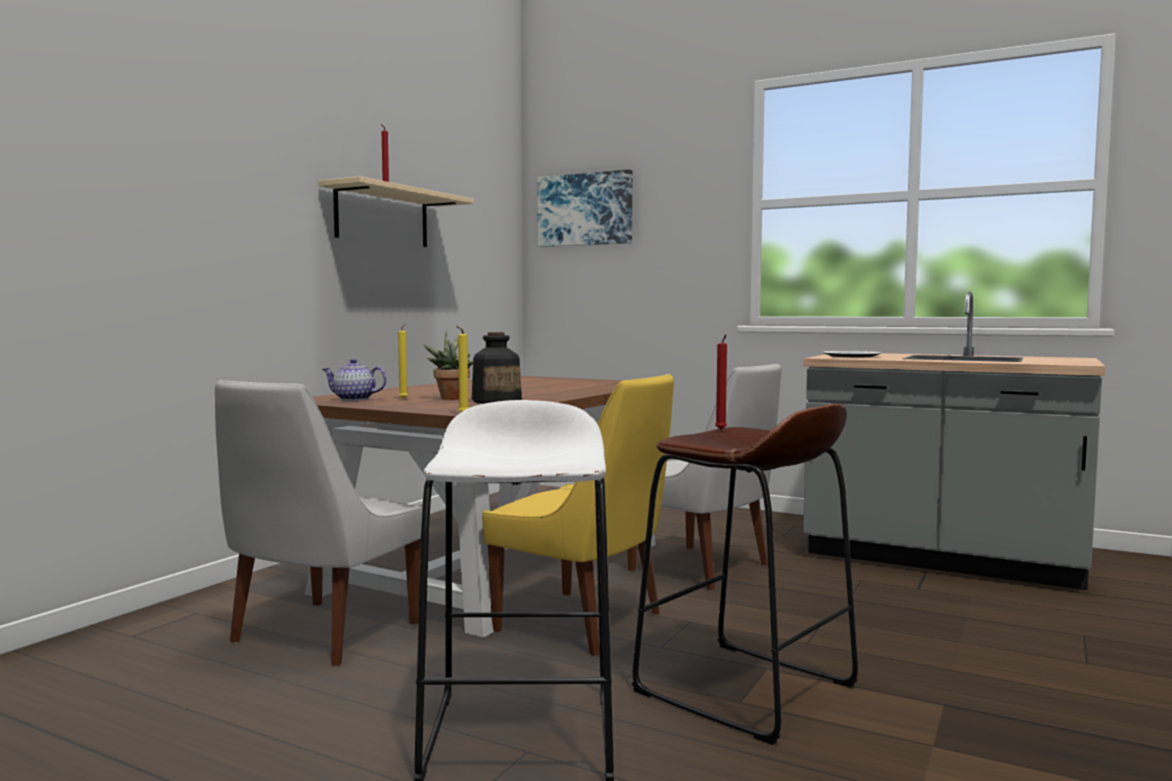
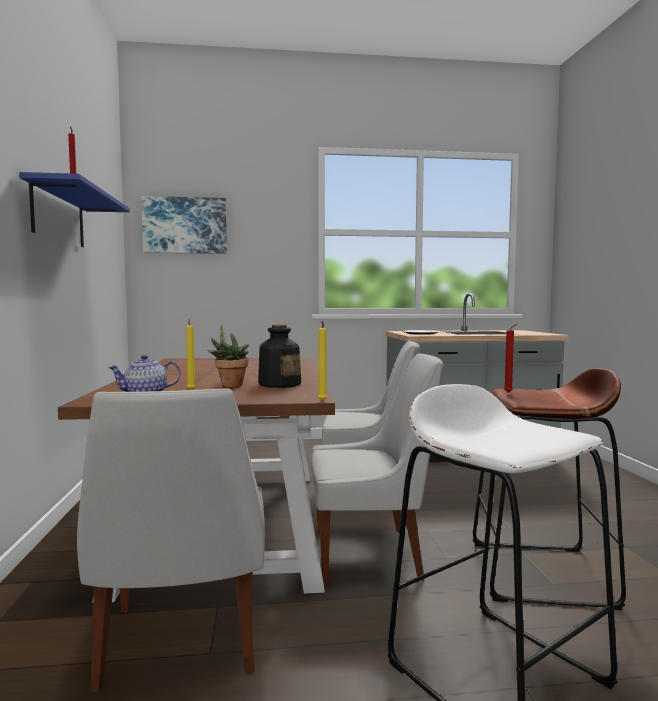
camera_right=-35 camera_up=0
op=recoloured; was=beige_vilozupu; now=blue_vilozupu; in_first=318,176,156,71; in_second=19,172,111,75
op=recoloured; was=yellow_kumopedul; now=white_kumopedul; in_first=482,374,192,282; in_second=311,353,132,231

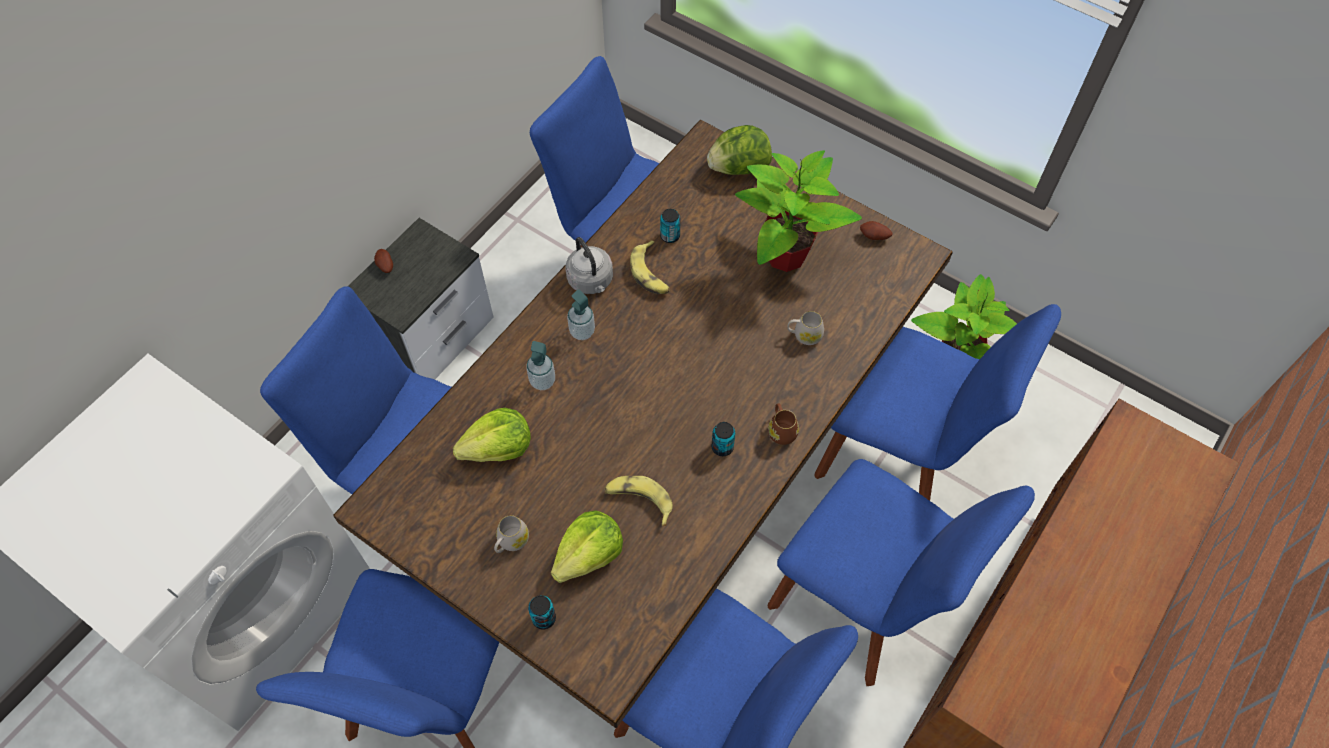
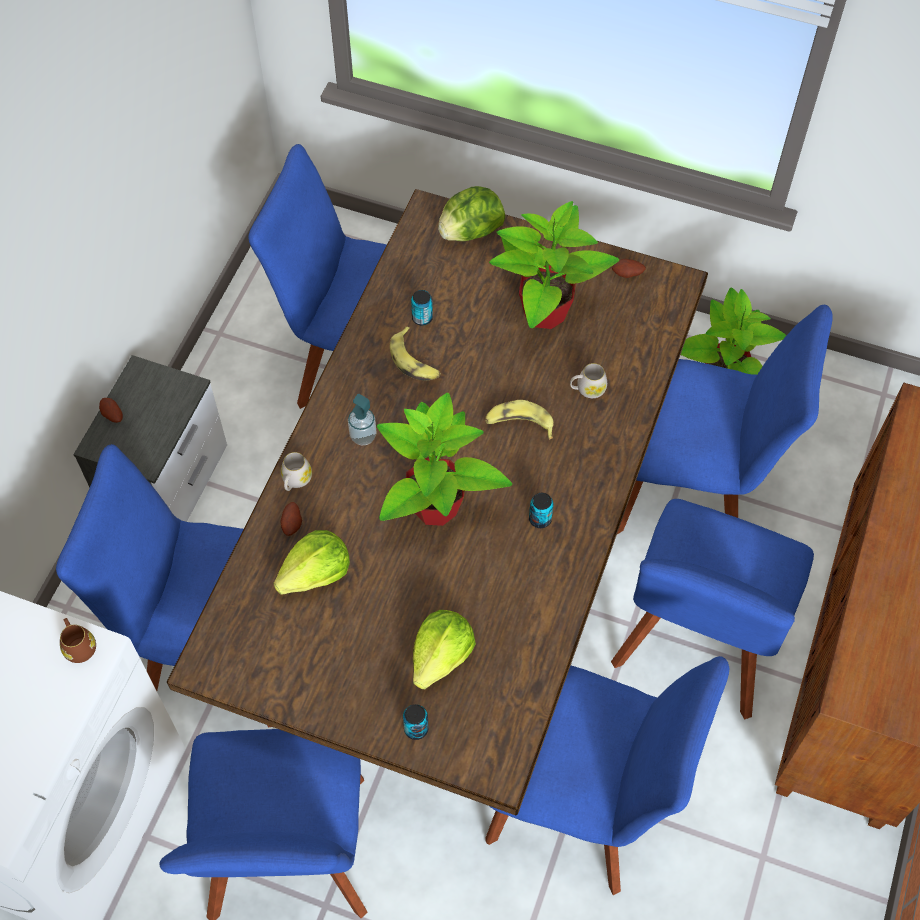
camera_right=-15 camera_up=0
op=moved; was=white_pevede; in_first=494,515,35,38; in_second=281,452,31,39
op=removed; was=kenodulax; in_first=526,341,29,49
op=removed; was=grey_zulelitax; in_first=566,237,47,57
op=moved; was=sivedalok; in_first=605,476,68,50; in_second=485,400,69,39
op=turned; was=blue_kumopedul; in_first=767,459,268,227; in_second=611,499,203,220; clockwise=90
op=moved; was=brown_pevede; in_first=768,403,31,42; in_second=60,618,36,45
op=added; now=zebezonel; in_second=281,502,21,34
op=added; now=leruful; in_second=377,393,135,133

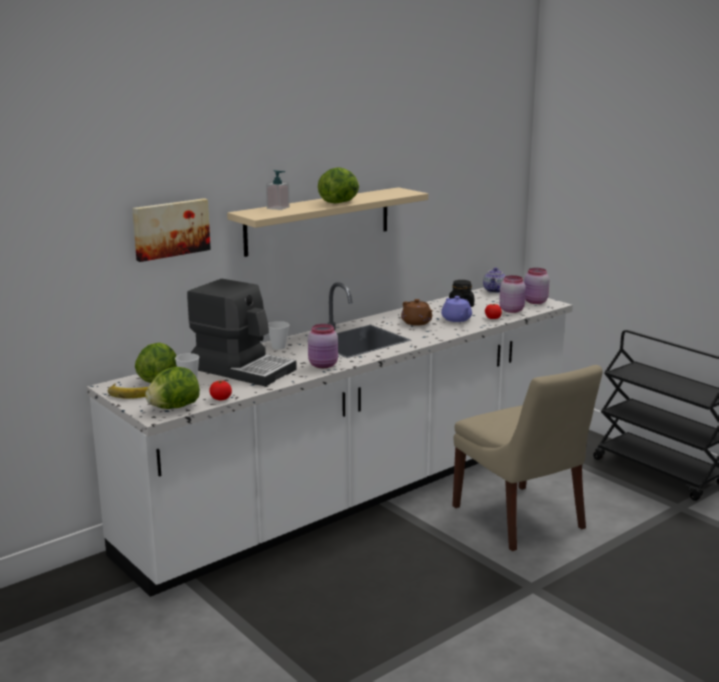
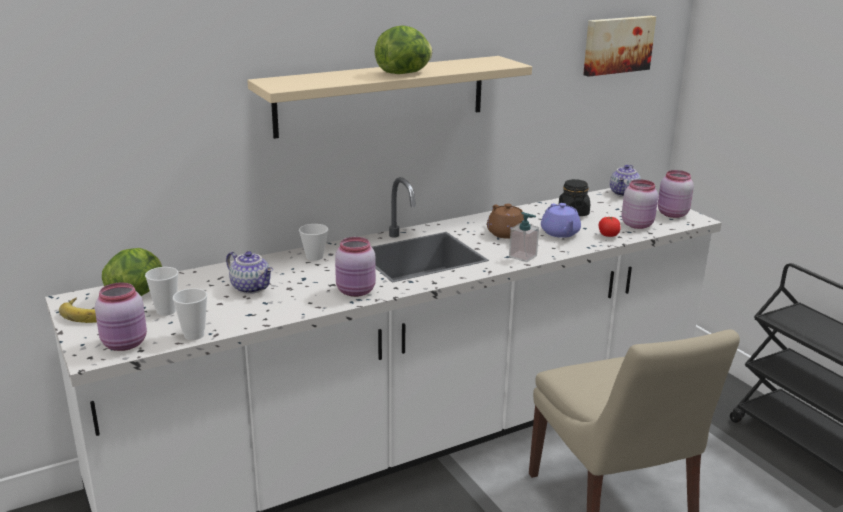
camera_right=10 camera_up=5
op=moved; was=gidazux; in_first=132,198,79,64; in_second=583,16,73,61
op=replaced; was=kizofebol; now=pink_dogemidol; in_first=145,367,55,42; in_second=95,283,52,68
op=replaced; was=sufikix; now=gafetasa; in_first=187,279,110,108; in_second=226,251,47,43
op=replaced; was=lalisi; now=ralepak; in_first=209,381,23,19; in_second=173,288,34,52
op=moved; was=kenodulax; in_first=266,170,24,40; in_second=509,212,30,50

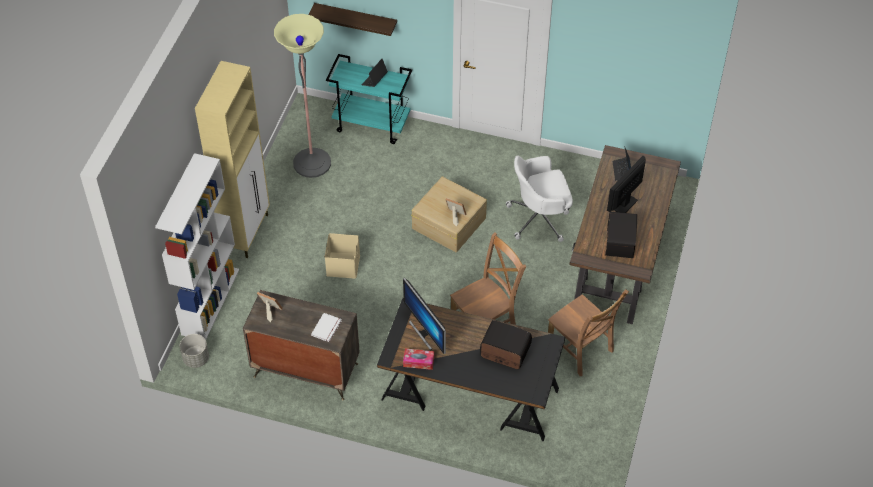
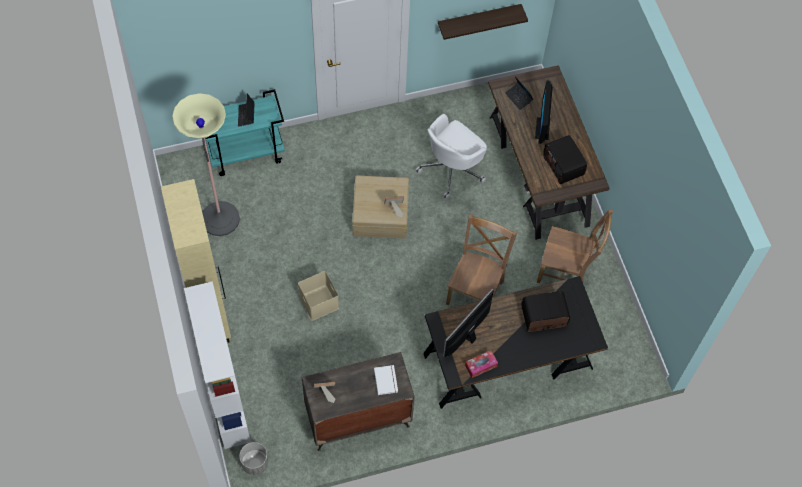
camera_right=-35 camera_up=10
op=moved; was=vilozupu; in_first=308,3,89,33; in_second=438,4,90,36
op=turned; was=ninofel; in_first=403,278,43,76; in_second=443,288,51,69; clockwise=105

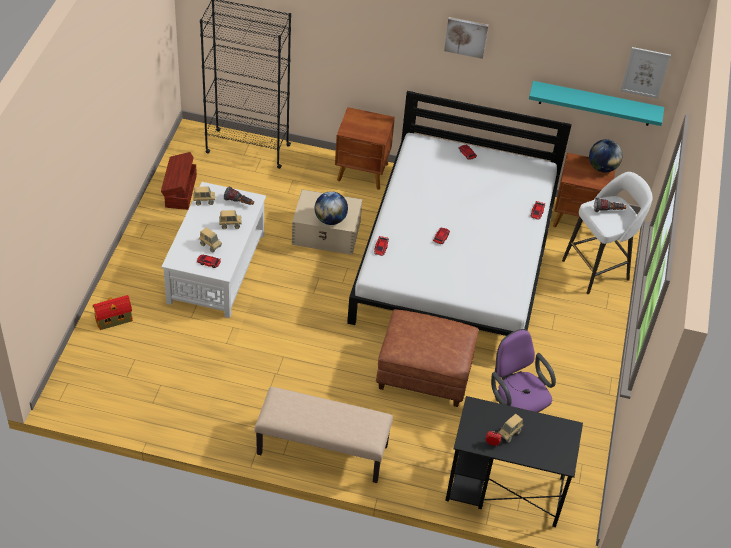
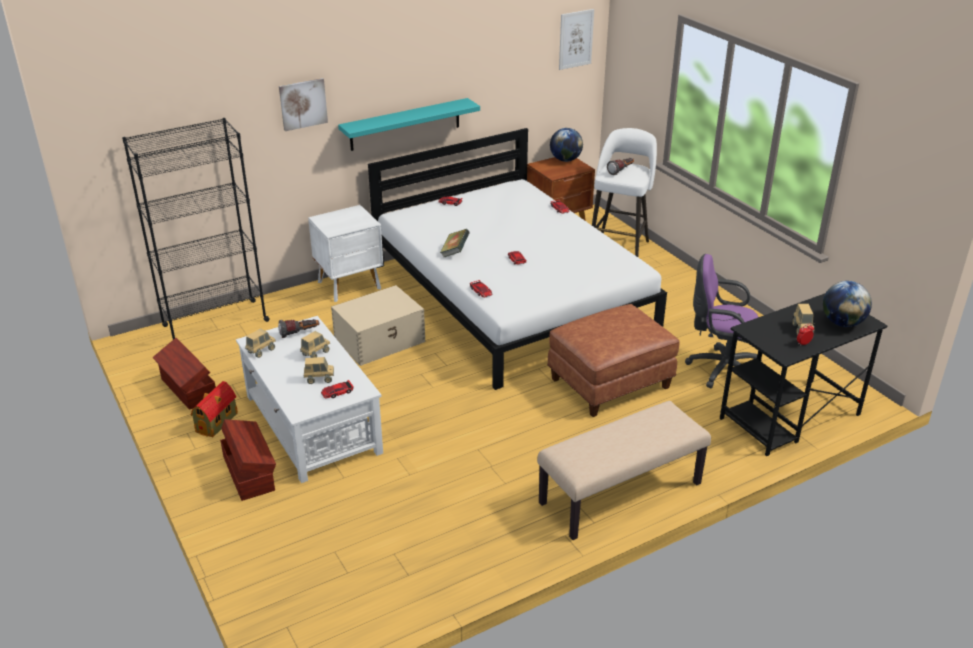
camera_right=-40 camera_up=-15
op=moved; was=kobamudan; in_first=93,295,40,35; in_second=191,381,47,56
op=moved; was=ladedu; in_first=314,191,34,34; in_second=823,281,49,46
op=recoloured; was=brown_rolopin; now=white_rolopin; in_first=335,107,60,83; in_second=308,205,76,97
op=moved; was=gidazux; in_first=444,17,45,42; in_second=279,78,49,53
op=moved; was=turquoise_vilozupu; in_first=529,81,135,45; in_second=338,98,142,53
op=added; now=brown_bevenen; in_second=220,419,56,82
op=added; now=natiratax; in_second=440,229,30,28

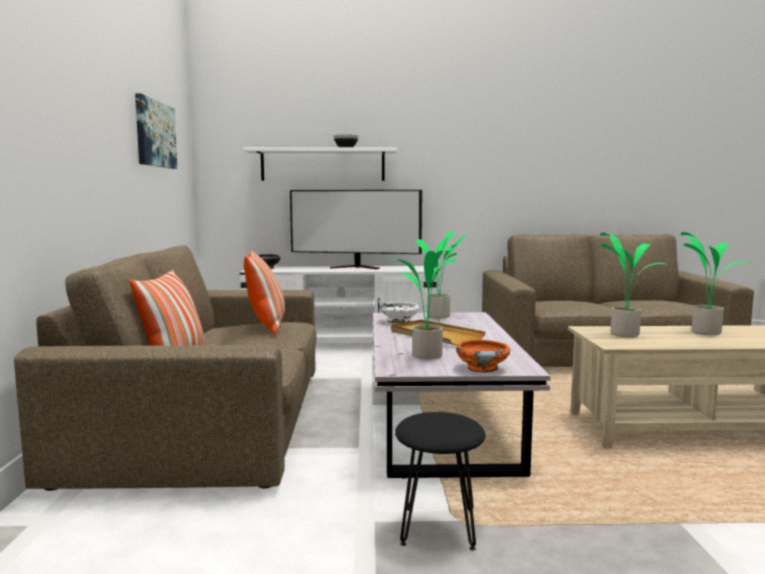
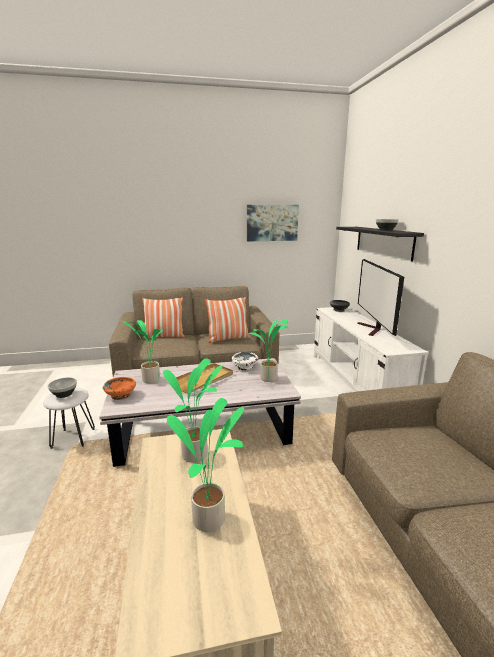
camera_right=80 camera_up=10
op=recoloured; was=white_vilozupu; now=black_vilozupu; in_first=243,147,154,34; in_second=336,227,88,35
op=recoloured; was=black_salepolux; now=white_salepolux; in_first=395,412,90,139; in_second=43,387,52,62
op=added; now=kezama; in_second=47,377,30,21

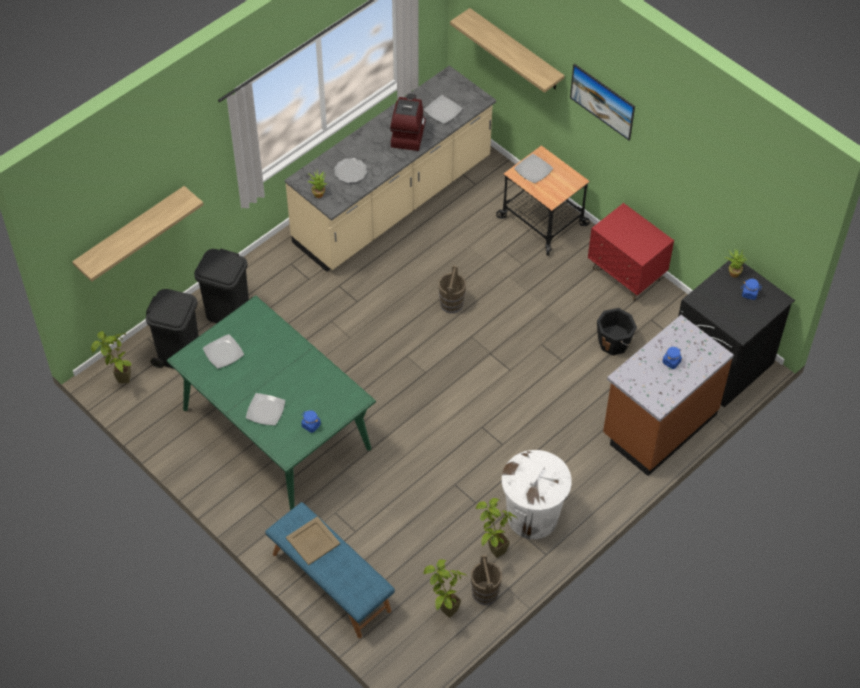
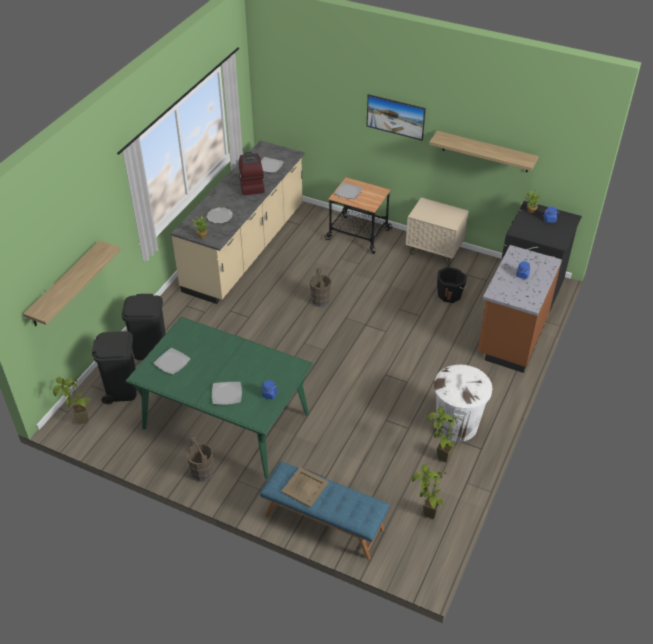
camera_right=-20 camera_up=-10
op=moved; was=vilozupu; in_first=450,8,115,85; in_second=429,131,110,41
op=moved; was=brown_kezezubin; in_first=471,555,31,50; in_second=186,437,28,45
op=recoloured; was=red_rolopin; now=beige_rolopin; in_first=588,203,86,98; in_second=406,198,63,68

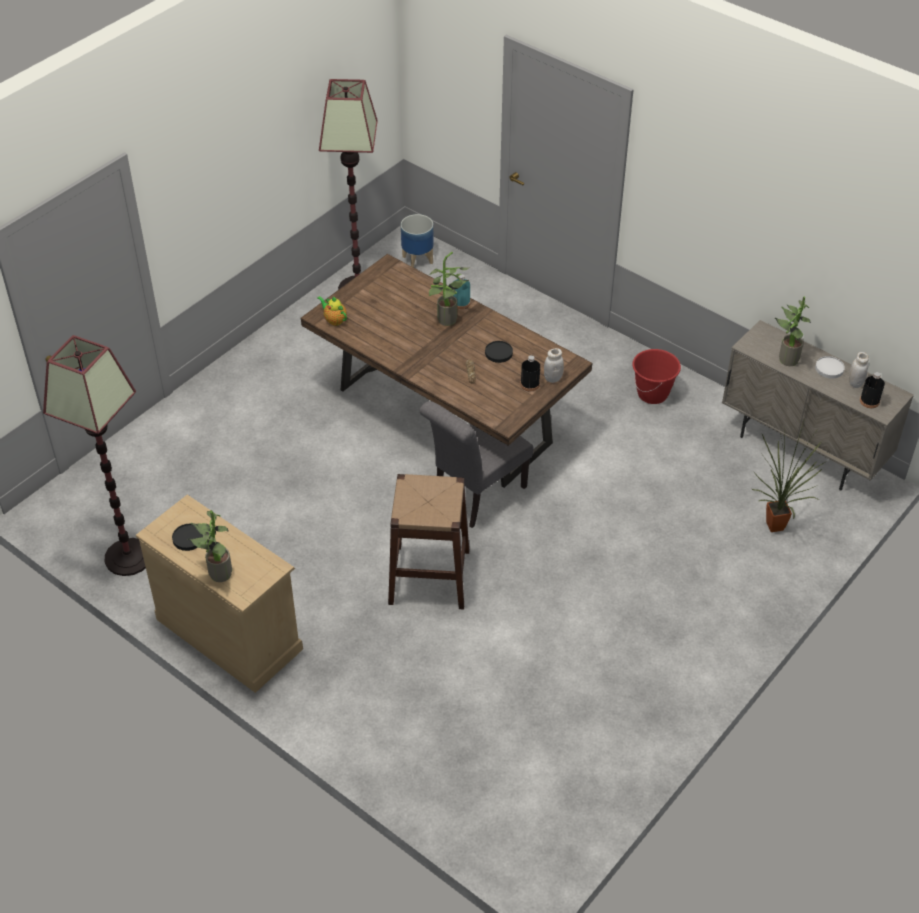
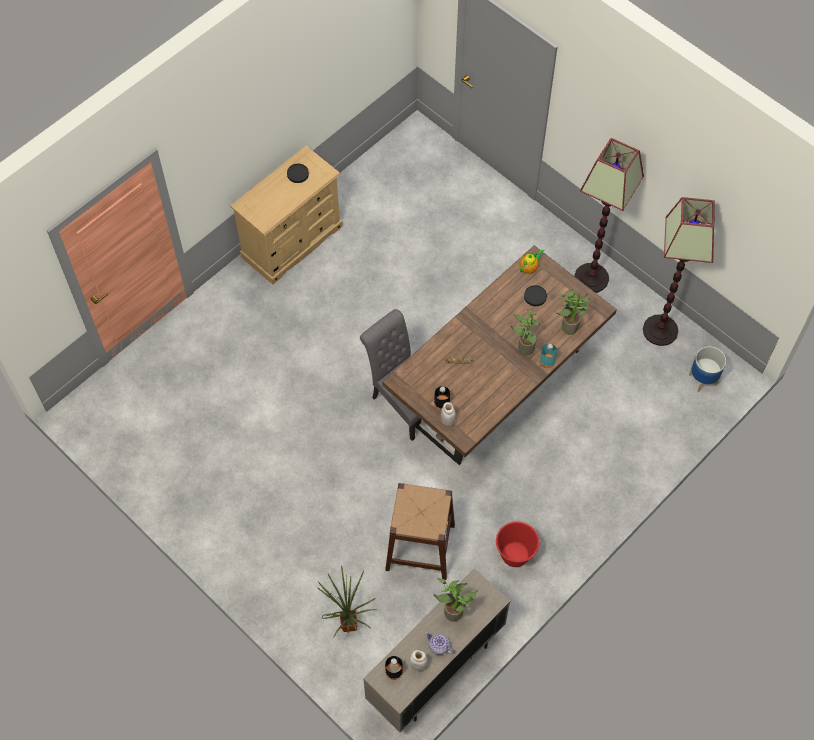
camera_right=95 camera_up=15
op=moved; was=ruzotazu; in_first=43,335,103,241; in_second=574,138,70,155
op=moved; was=leruful; in_first=188,510,44,72; in_second=556,289,35,46
op=moved; was=brown_salepolux; in_first=388,474,82,135; in_second=385,483,70,97
op=moved; was=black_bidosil; in_first=485,341,28,22; in_second=524,285,23,21
op=replaced; was=white_bidosil; now=gafetasa; in_first=815,356,30,23; in_second=425,632,29,23

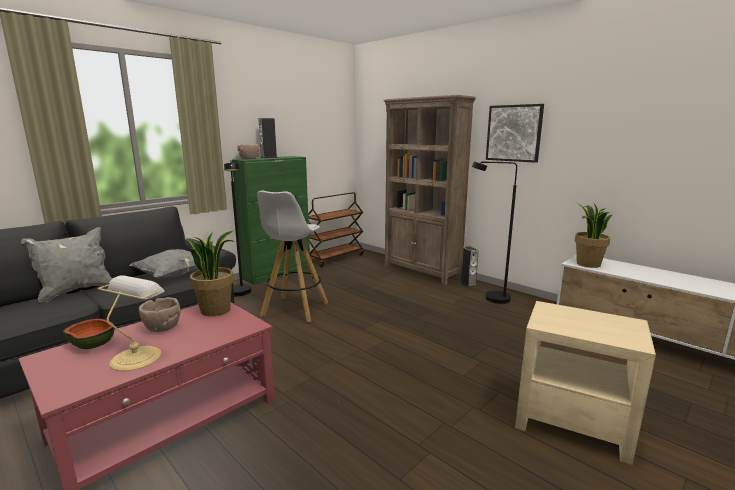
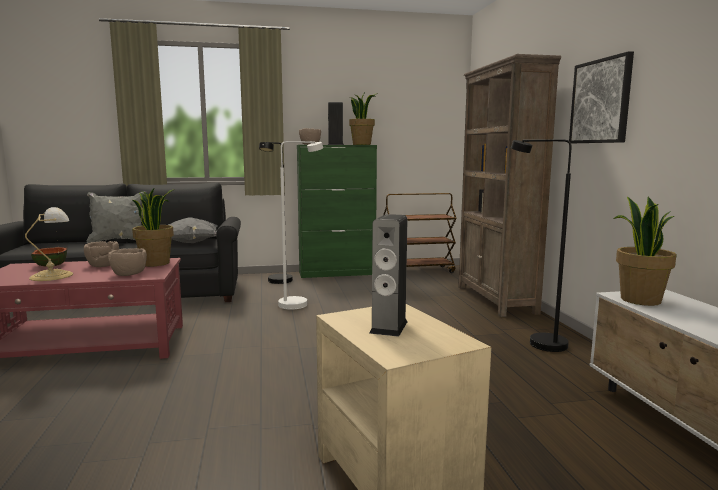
camera_right=35 camera_up=-5
op=replaced; was=white_salepolux; now=white_ruzotazu; in_first=257,190,71,132; in_second=278,141,45,169
op=moved; was=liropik; in_first=460,246,19,42; in_second=369,214,39,123
op=added; now=brown_kezama; in_second=108,248,39,28
op=added; now=leruful; in_second=349,92,29,53

